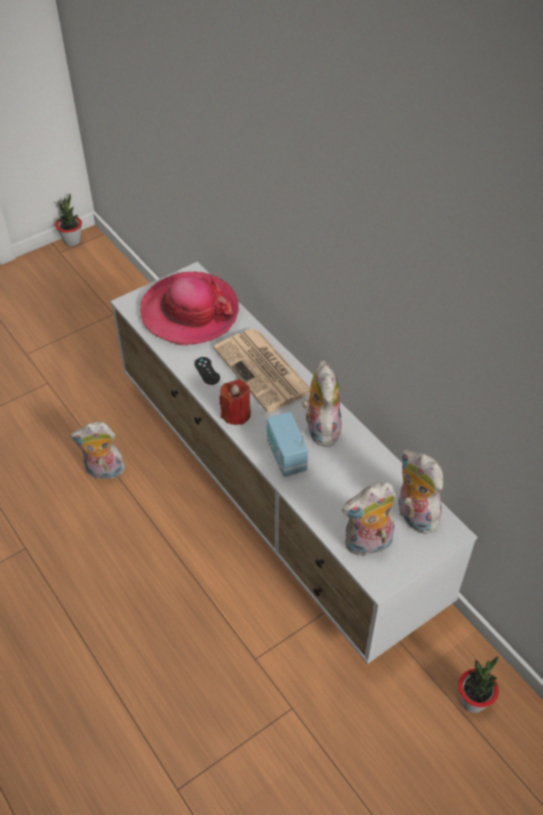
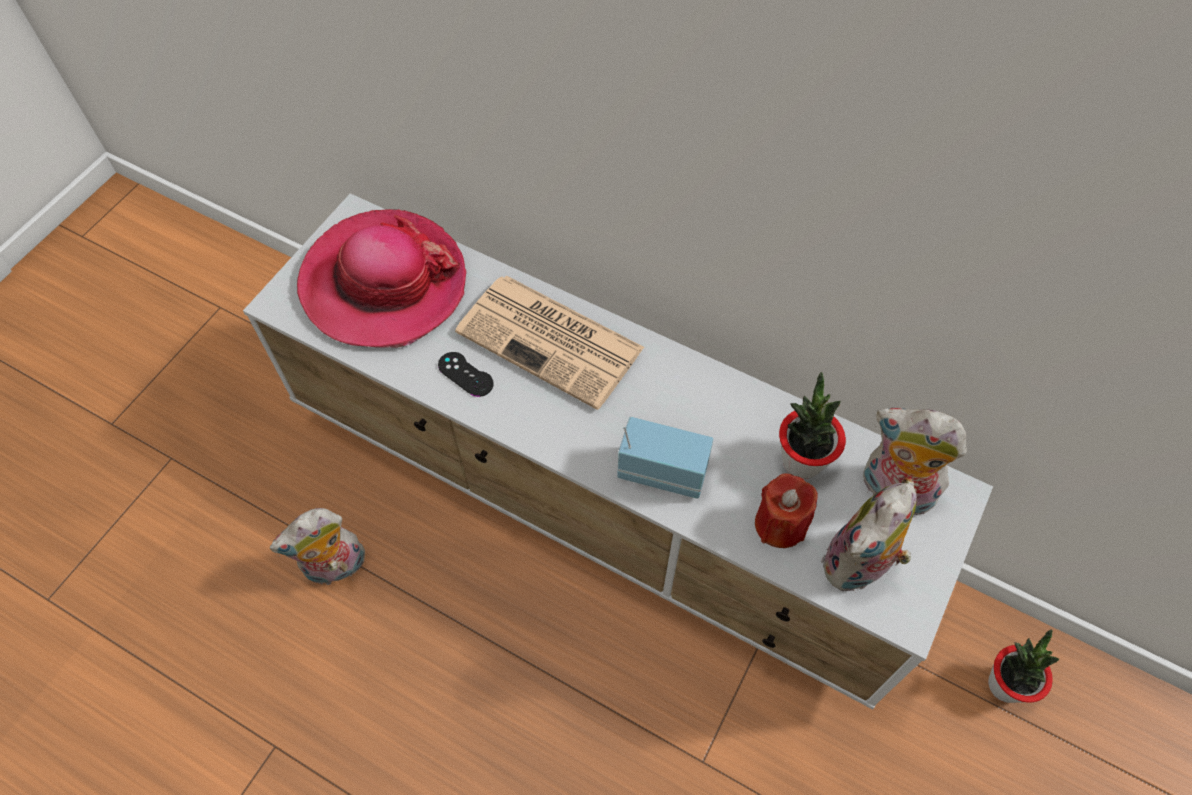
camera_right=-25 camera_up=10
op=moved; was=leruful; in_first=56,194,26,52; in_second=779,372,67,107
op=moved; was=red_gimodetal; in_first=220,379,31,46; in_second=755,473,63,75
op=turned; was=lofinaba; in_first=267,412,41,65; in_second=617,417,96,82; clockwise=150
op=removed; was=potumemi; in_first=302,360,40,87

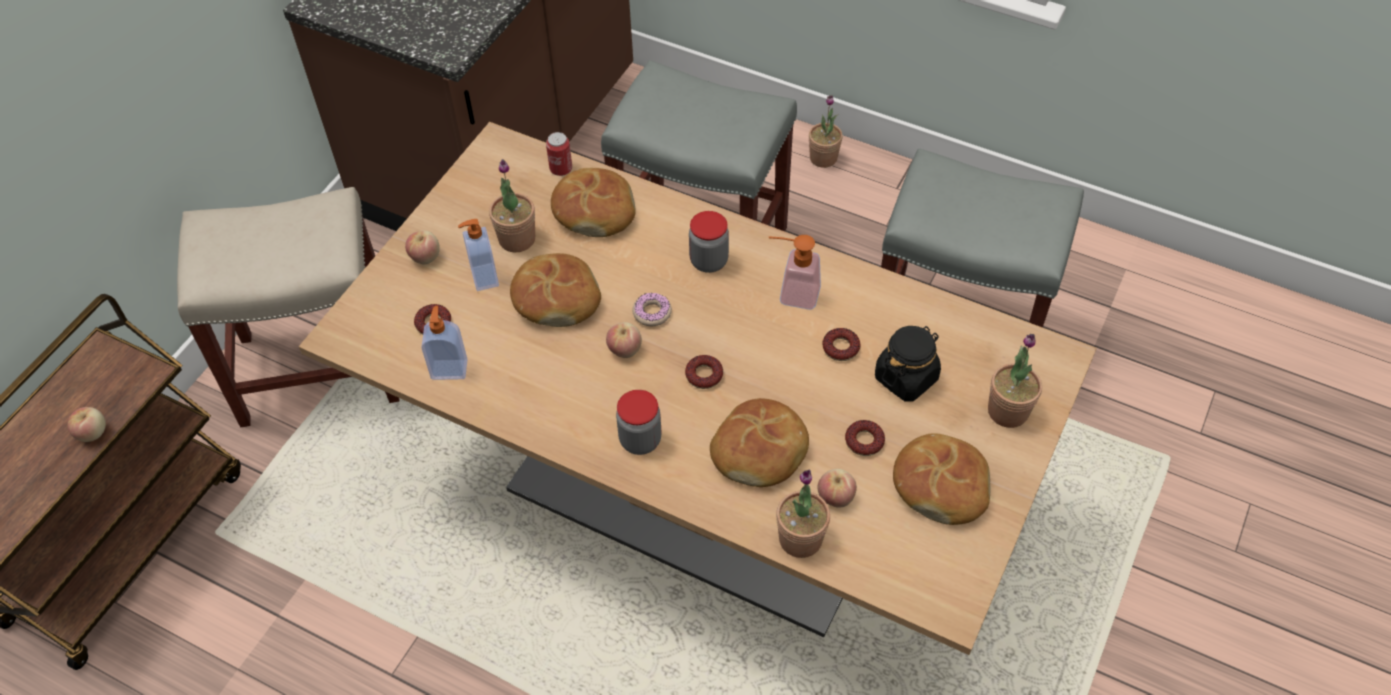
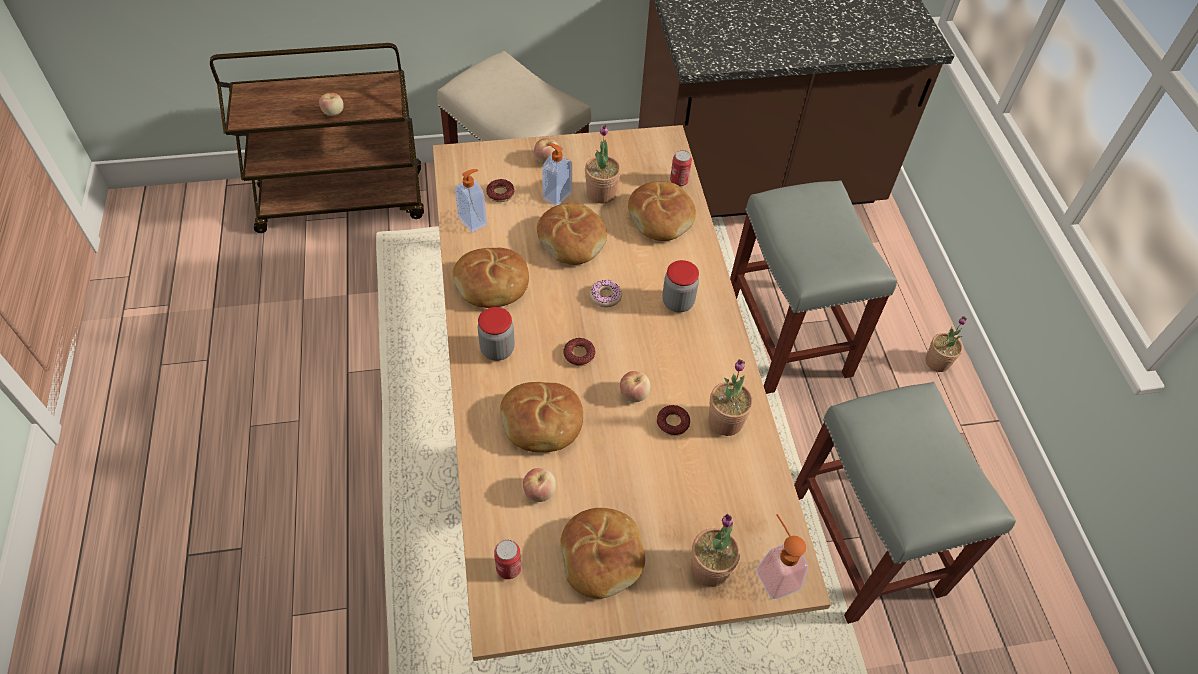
camera_right=50 camera_up=0
op=moved; was=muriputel; in_first=606,322,36,36; in_second=620,371,30,31
op=moved; was=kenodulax; in_first=769,235,52,75; in_second=756,514,52,85
op=moved; was=leruful; in_first=776,470,54,88; in_second=709,359,44,77
op=removed; was=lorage; in_first=845,420,40,36
op=removed; was=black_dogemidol; in_first=875,326,66,76
op=added; now=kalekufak; in_second=453,248,76,60
op=added; now=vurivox; in_second=494,540,27,39

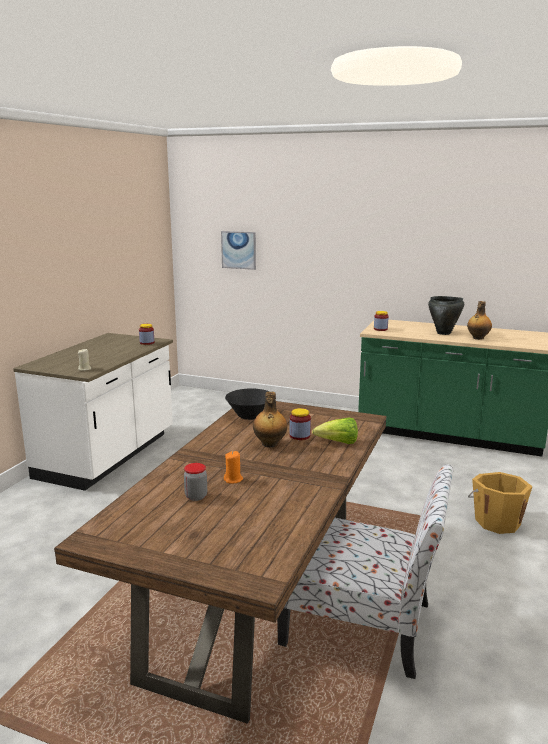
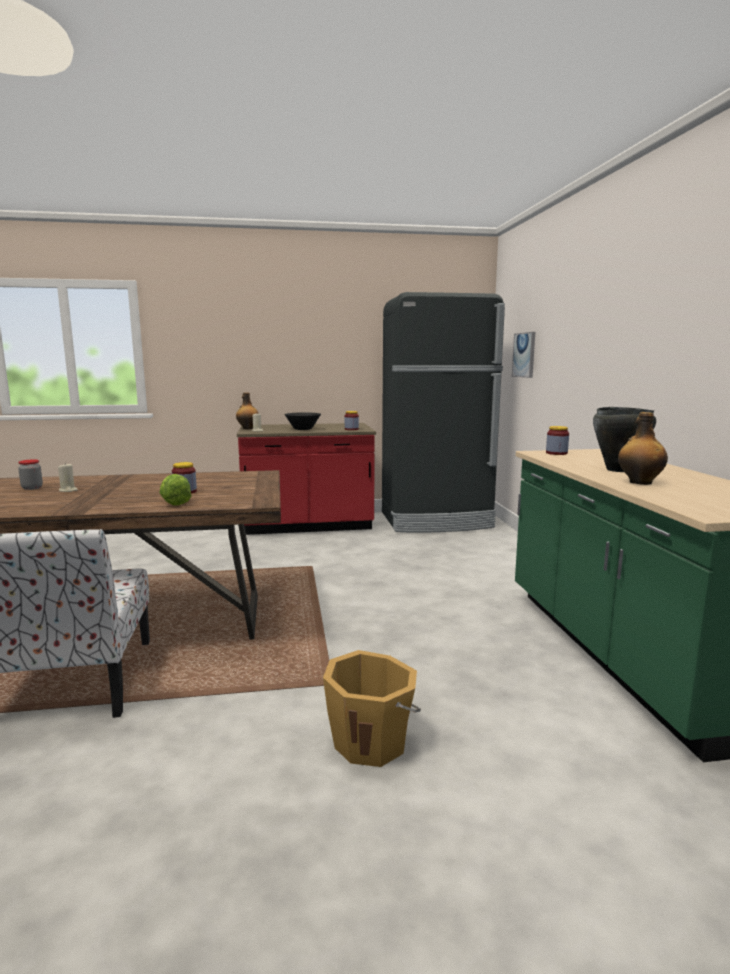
camera_right=60 camera_up=-5
op=recoloured; was=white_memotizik; now=red_memotizik; in_first=13,333,160,158; in_second=237,423,139,112
op=recoloured; was=orange_gimodetal; now=beige_gimodetal; in_first=224,451,19,32; in_second=58,464,20,28
op=moved; was=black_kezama; in_first=225,389,45,31; in_second=284,412,37,18
op=moved; was=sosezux; in_first=253,392,34,56; in_second=236,392,23,37
op=added; now=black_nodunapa; in_second=382,292,123,241

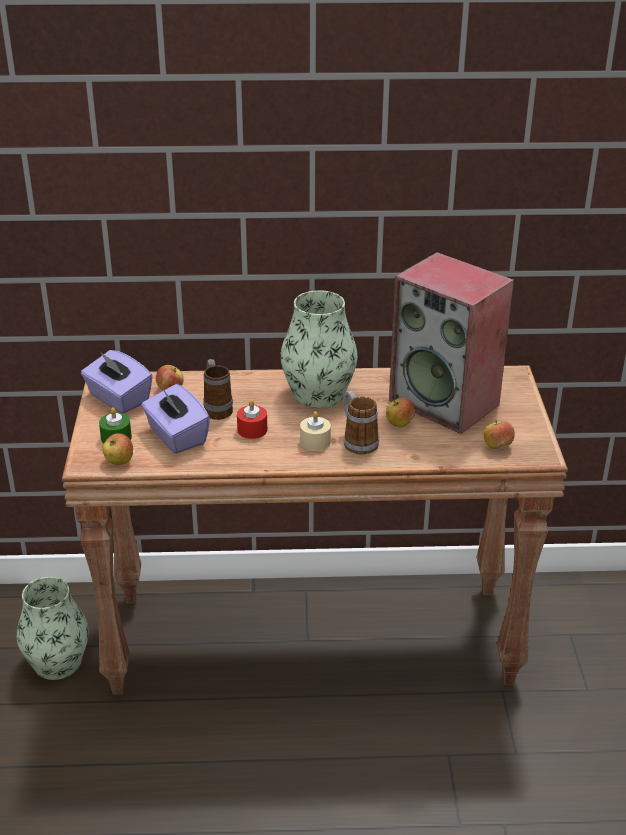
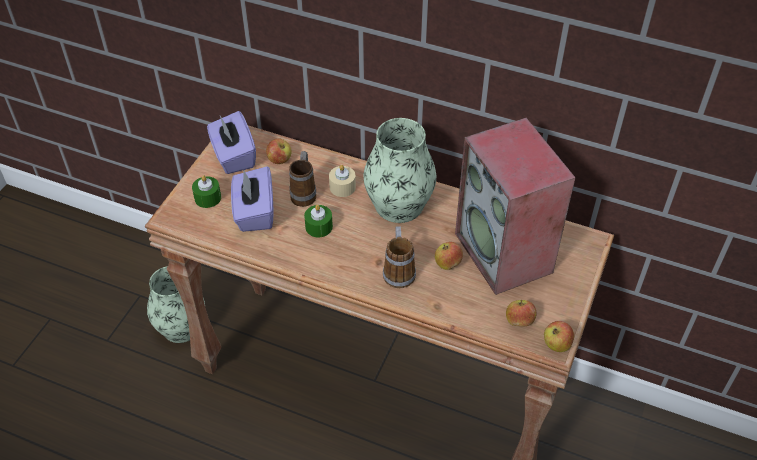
camera_right=25 camera_up=15
op=moved; was=muriputel; in_first=102,433,31,32; in_second=544,321,30,31
op=recoloured; was=red_gimodetal; now=green_gimodetal; in_first=237,400,30,39; in_second=304,205,29,33
op=moved; was=beige_gimodetal; in_first=300,411,31,40; in_second=329,165,27,32

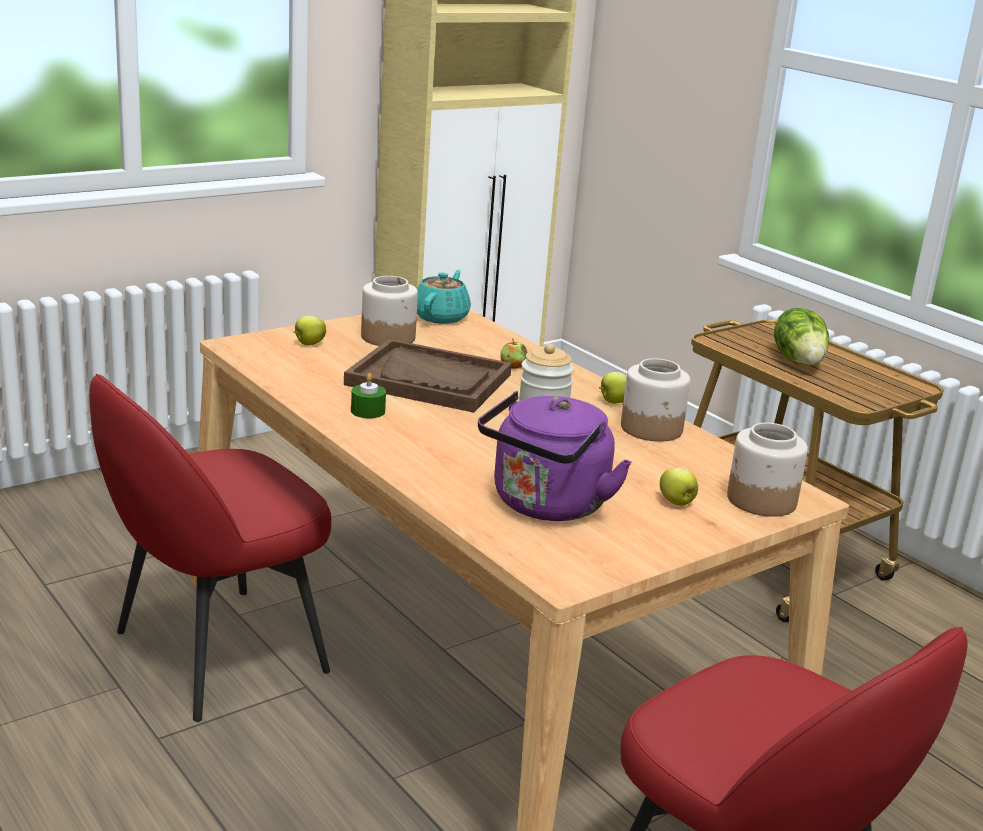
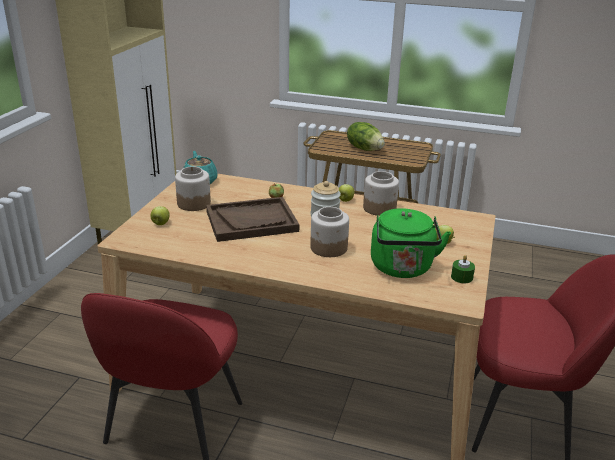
camera_right=-35 camera_up=5
op=moved; was=green_gimodetal; in_first=351,373,35,45; in_second=451,255,24,28
op=recoloured; was=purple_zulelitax; now=green_zulelitax; in_first=478,391,154,130; in_second=371,208,80,70
op=moved; was=dogemidol; in_first=727,423,81,94; in_second=310,207,39,50

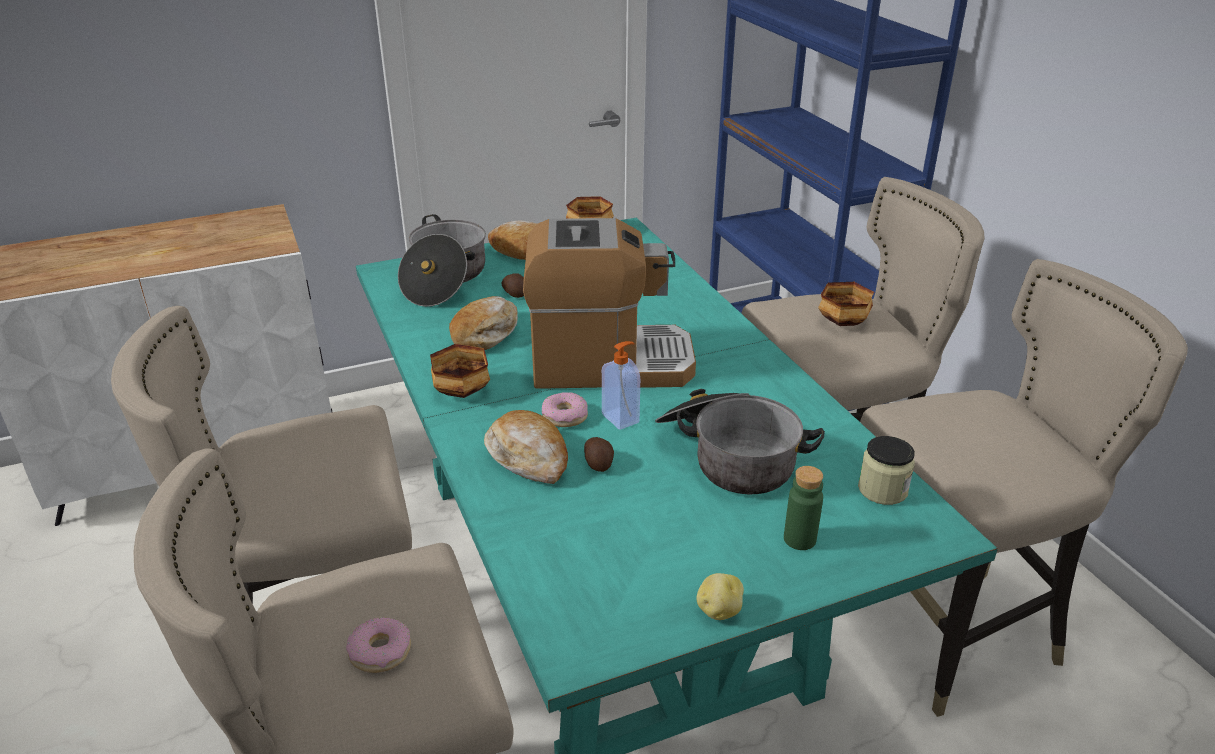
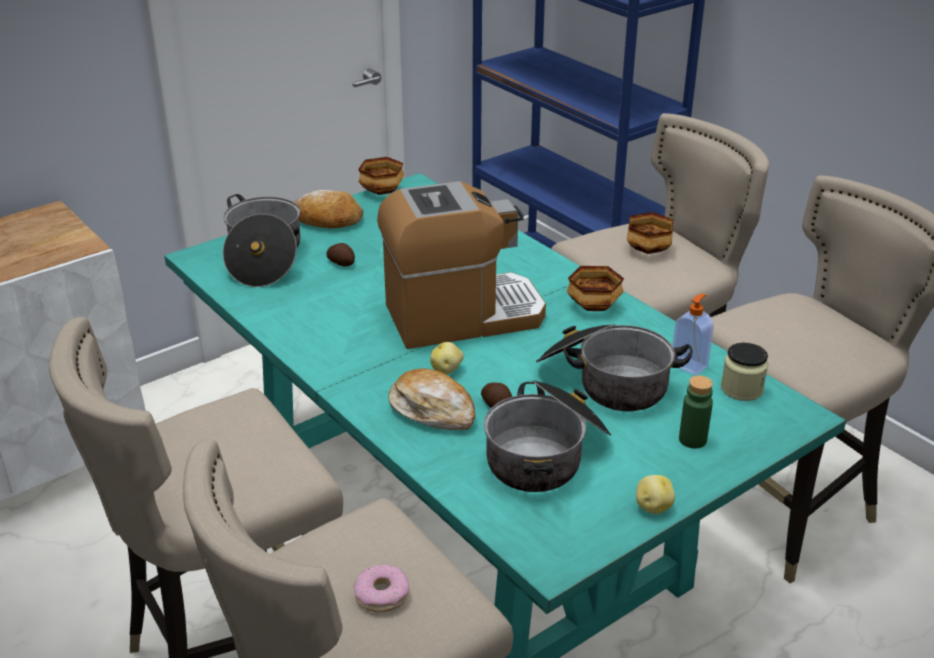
camera_right=-15 camera_up=0
op=moved; was=kezama; in_first=430,344,60,54; in_second=567,266,57,45
op=removed; was=kalekufak; in_first=449,296,69,54
op=replaced; was=lorage; now=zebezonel; in_first=542,392,46,35; in_second=430,342,34,32
op=moved; was=kenodulax; in_first=602,341,38,89; in_second=672,294,42,82
op=added; now=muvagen; in_second=484,380,128,112

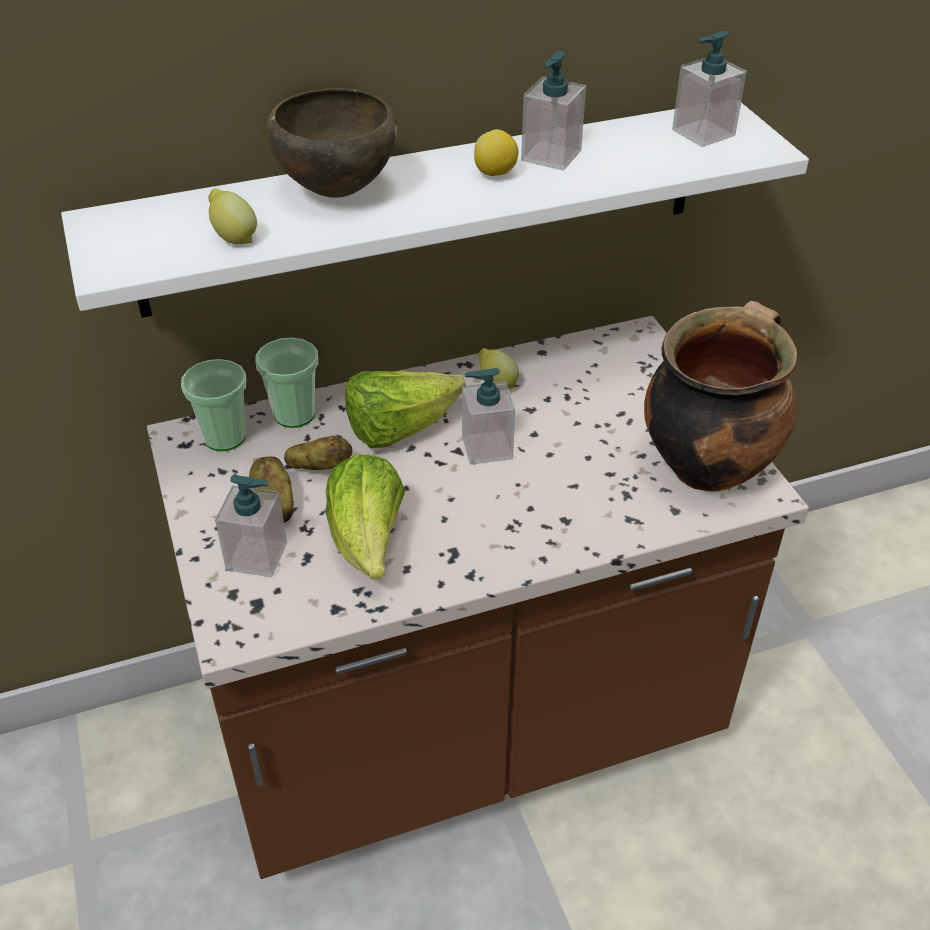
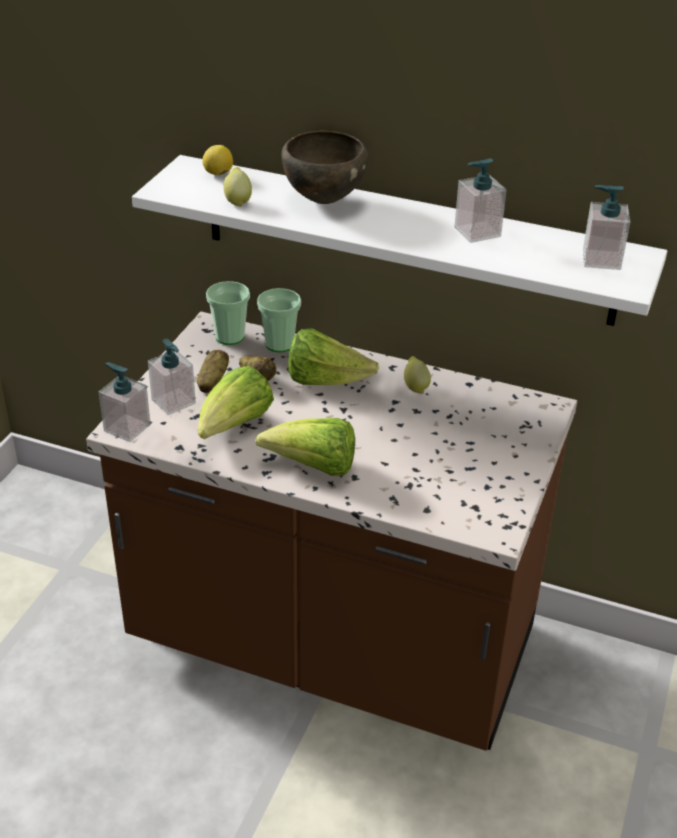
camera_right=40 camera_up=-5
op=moved; was=kenodulax; in_first=462,368,53,96; in_second=99,362,52,80
op=moved; was=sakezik; in_first=474,129,44,47; in_second=202,145,31,30
op=removed; was=muvagen; in_first=644,301,153,191
op=added; now=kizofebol; in_second=255,418,100,58

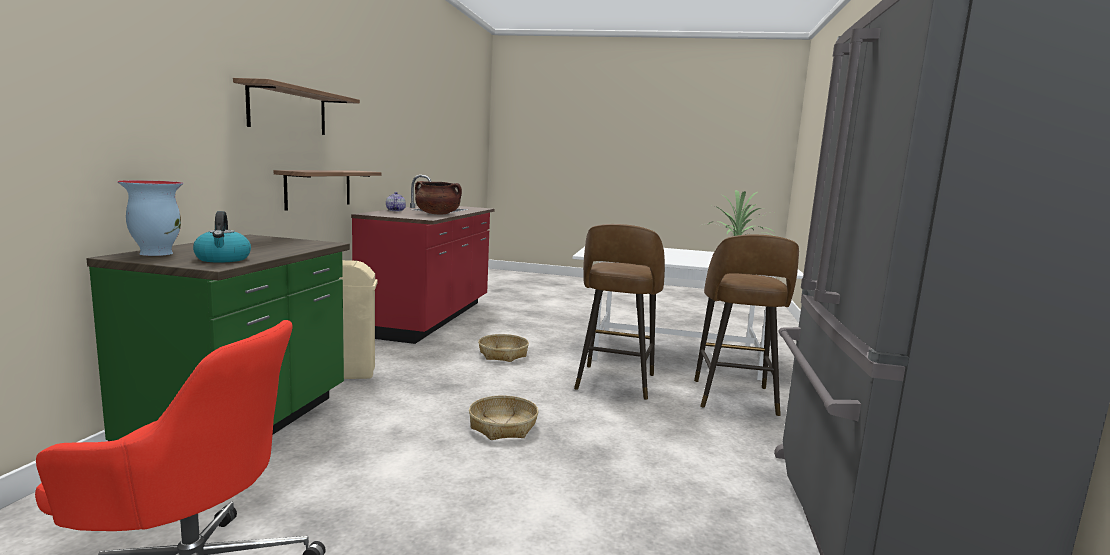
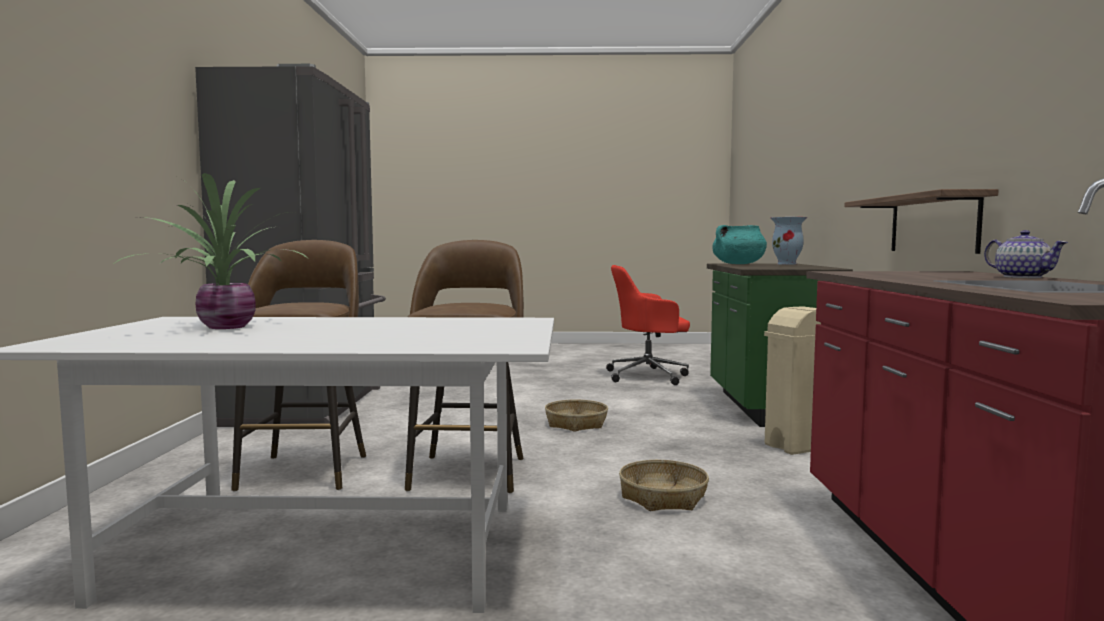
camera_right=170 camera_up=-5
op=replaced; was=zulelitax; now=turquoise_muvagen; in_first=193,211,58,52; in_second=712,225,55,39
op=removed; was=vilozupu; in_first=233,78,127,57
op=removed; was=brown_muvagen; in_first=415,181,47,33

